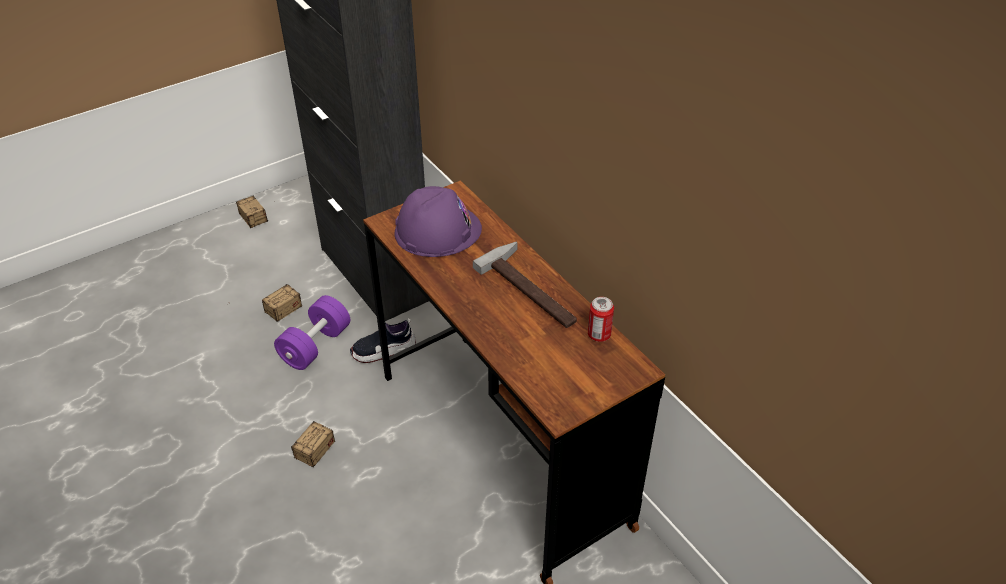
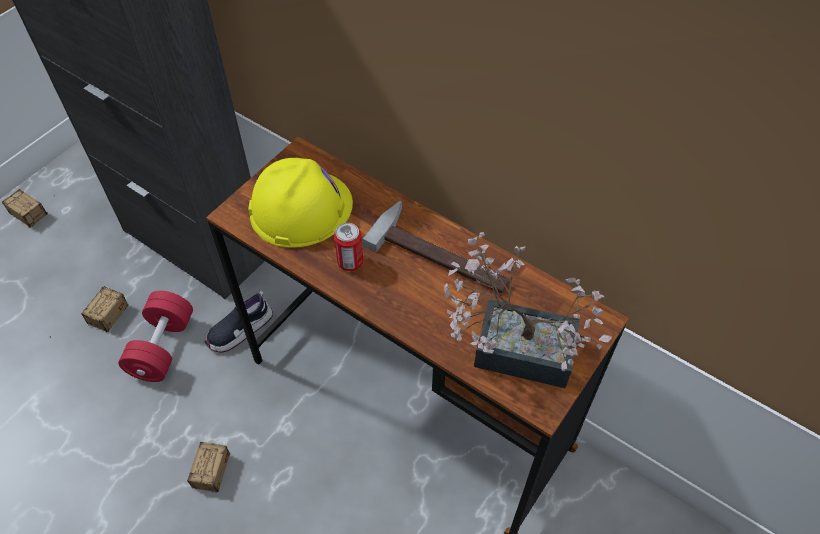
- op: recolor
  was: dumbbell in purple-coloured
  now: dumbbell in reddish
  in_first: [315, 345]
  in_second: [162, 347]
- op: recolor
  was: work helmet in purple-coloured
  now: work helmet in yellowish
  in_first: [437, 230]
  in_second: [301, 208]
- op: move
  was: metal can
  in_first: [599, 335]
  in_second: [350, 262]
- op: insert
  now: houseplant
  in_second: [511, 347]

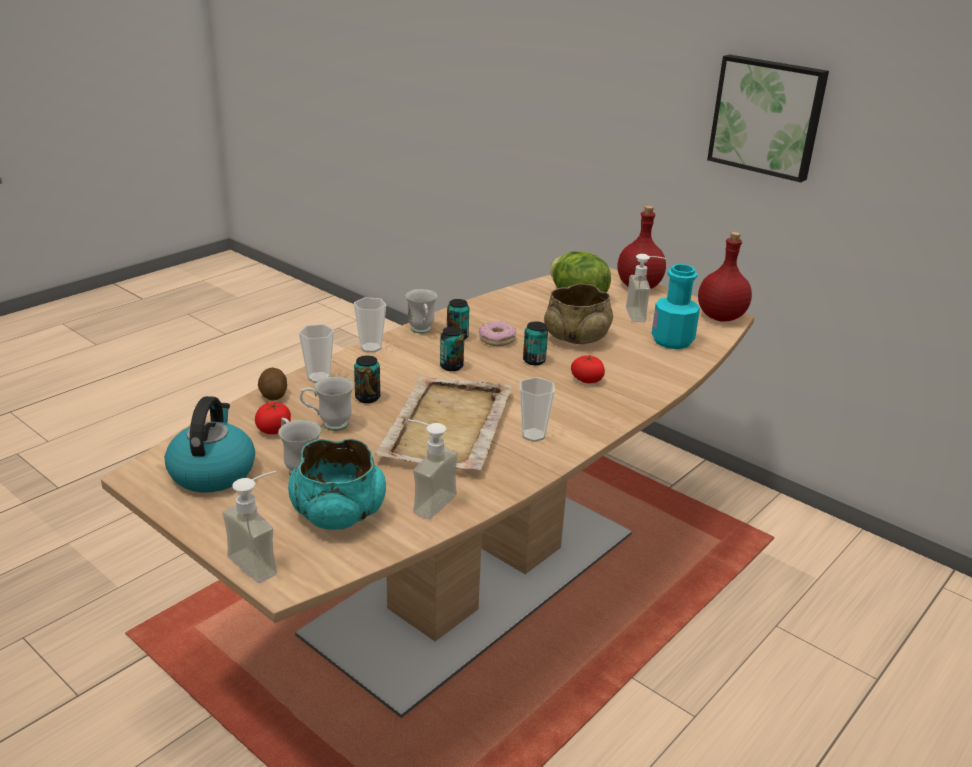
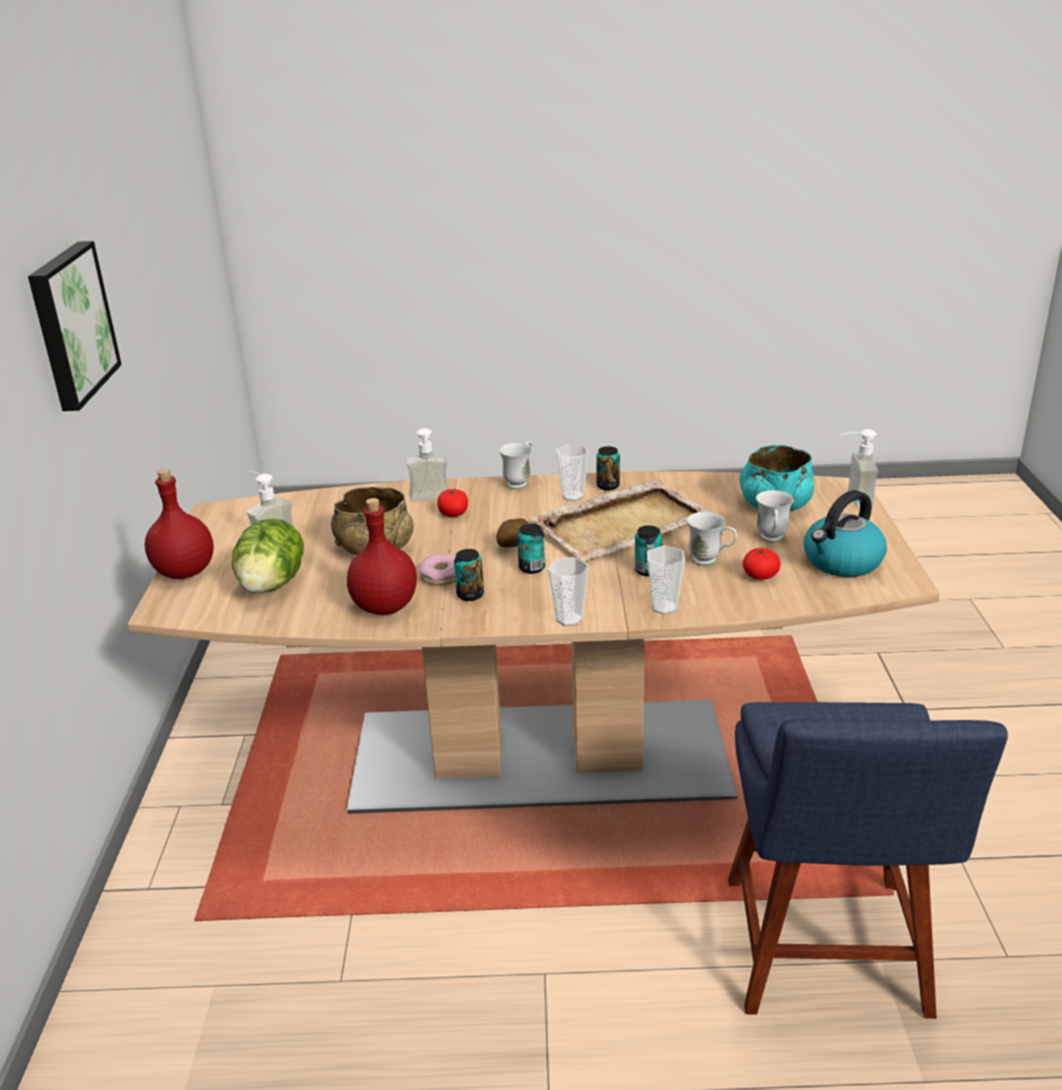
- op: move
  was: drink bottle in reddish
  in_first: [721, 317]
  in_second: [384, 606]
- op: move
  was: soap bottle
  in_first: [426, 501]
  in_second: [430, 500]
- op: move
  was: spud
  in_first: [273, 394]
  in_second: [513, 545]
- op: move
  was: tea mug in whitish
  in_first: [422, 331]
  in_second: [520, 482]
- op: move
  was: metal can
  in_first: [534, 361]
  in_second: [608, 486]
- op: insert
  now: chair in bluish
  in_second: [826, 955]
- op: delete
  was: drink bottle in blue-green
  in_first: [672, 341]

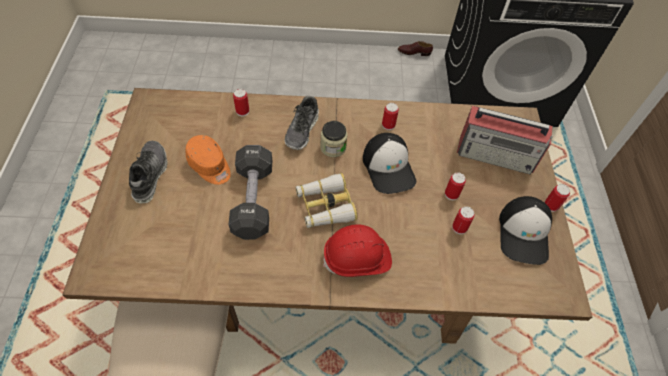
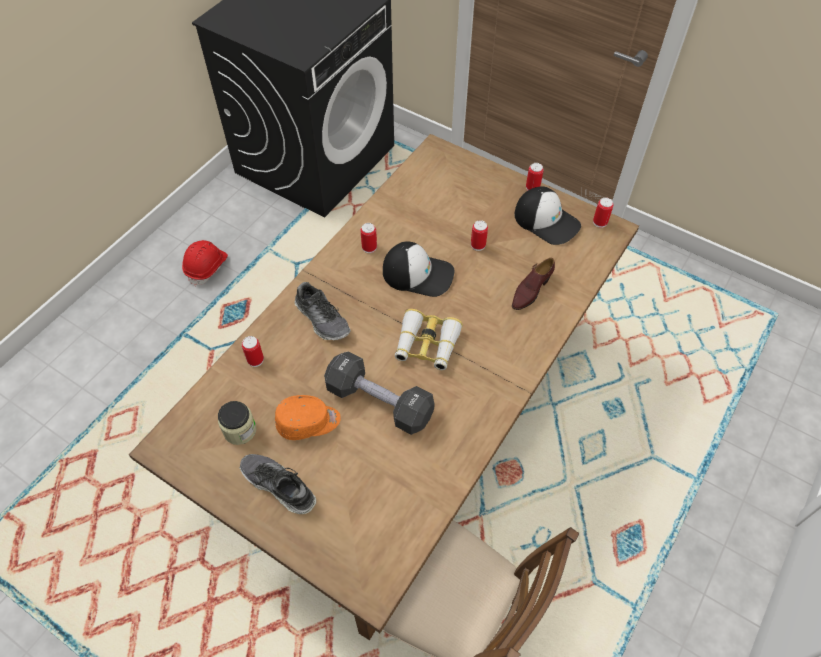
- op: move
  was: work helmet in reddish
  in_first: [357, 259]
  in_second: [207, 267]
- op: move
  was: preserve jar
  in_first: [333, 147]
  in_second: [240, 430]
- op: move
  was: item of footwear in brown-coloured
  in_first: [414, 52]
  in_second: [531, 290]
- op: move
  was: metal can
  in_first: [459, 228]
  in_second: [600, 222]
- op: delete
  was: radio
  in_first: [496, 155]

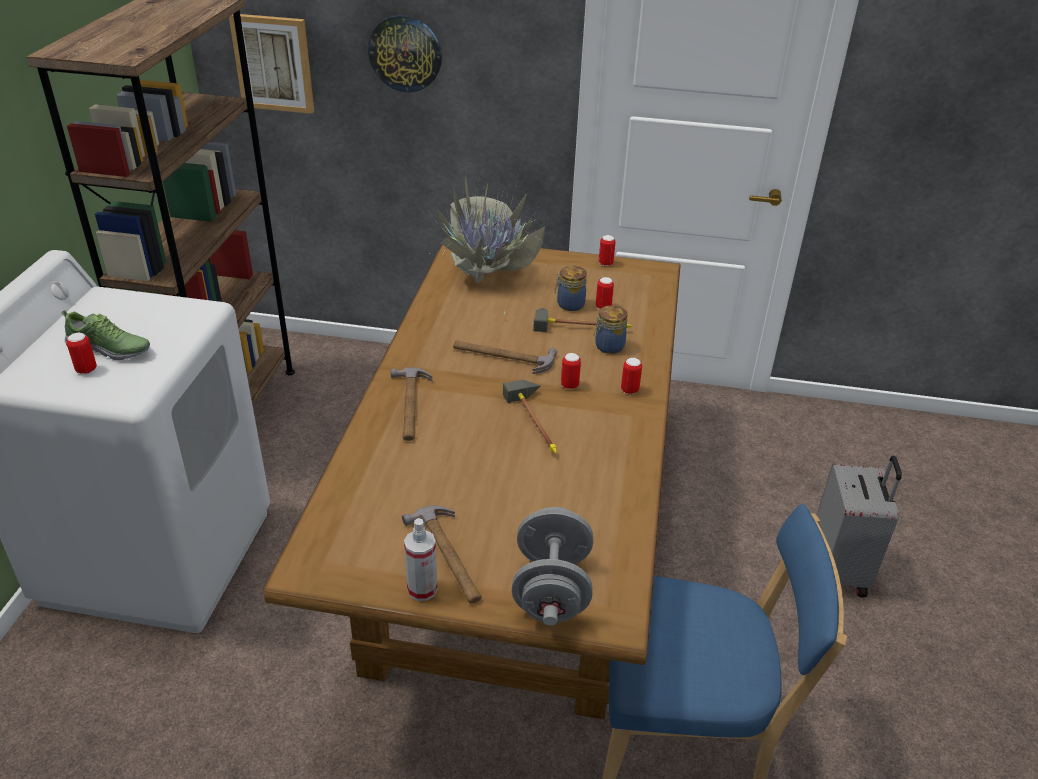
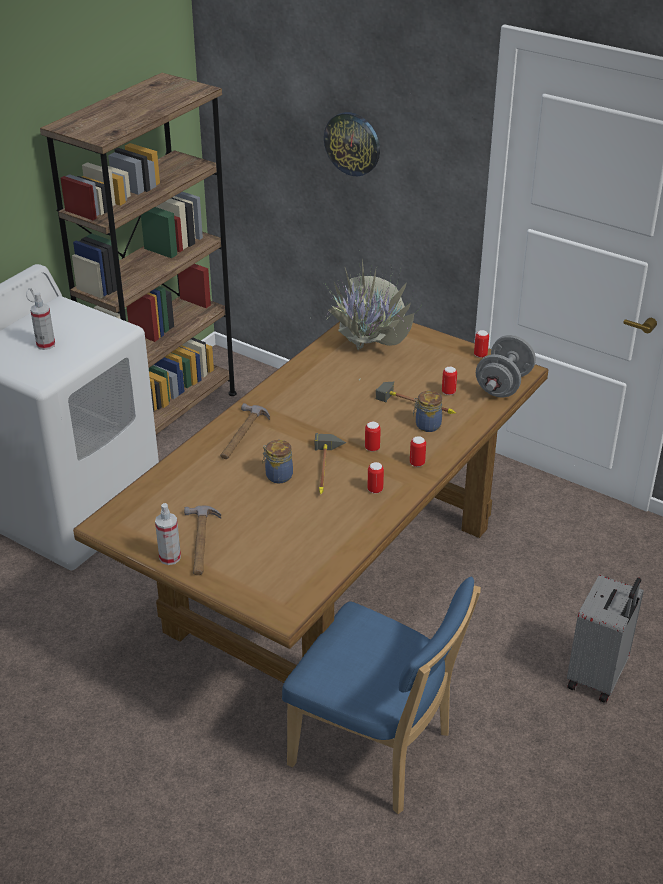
- op: replace
  was: item of footwear
  now: spray bottle
  in_first: [110, 349]
  in_second: [46, 345]
- op: move
  was: preserve jar
  in_first: [569, 304]
  in_second: [278, 475]
- op: move
  was: metal can
  in_first: [86, 369]
  in_second: [375, 489]
- op: move
  was: dumbbell in grey
  in_first: [551, 589]
  in_second: [503, 385]
- op: delete
  was: wall art
  in_first: [274, 63]
- op: delete
  was: hand hammer
  in_first: [502, 357]

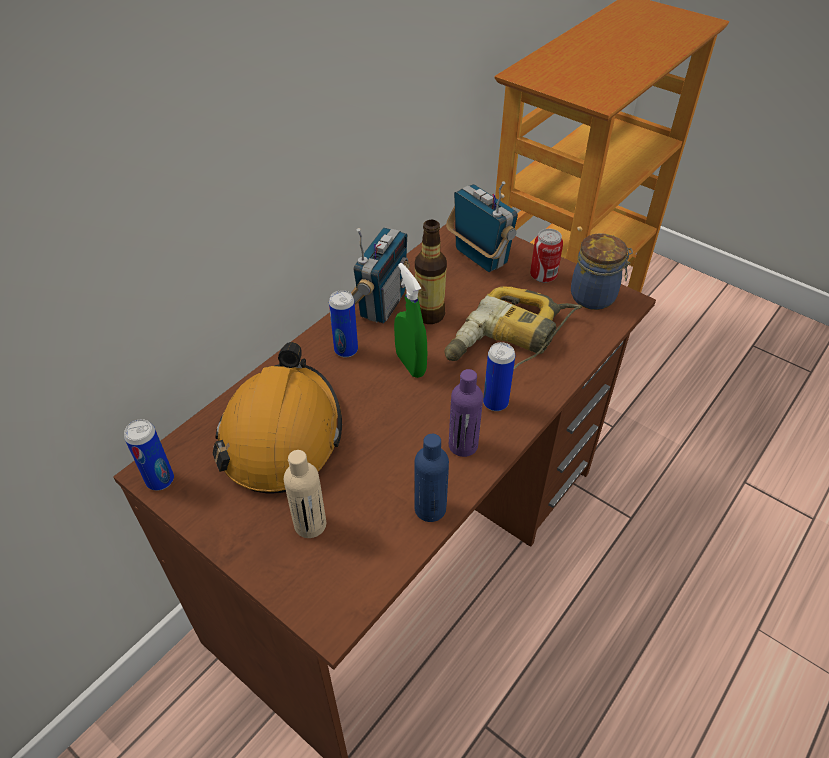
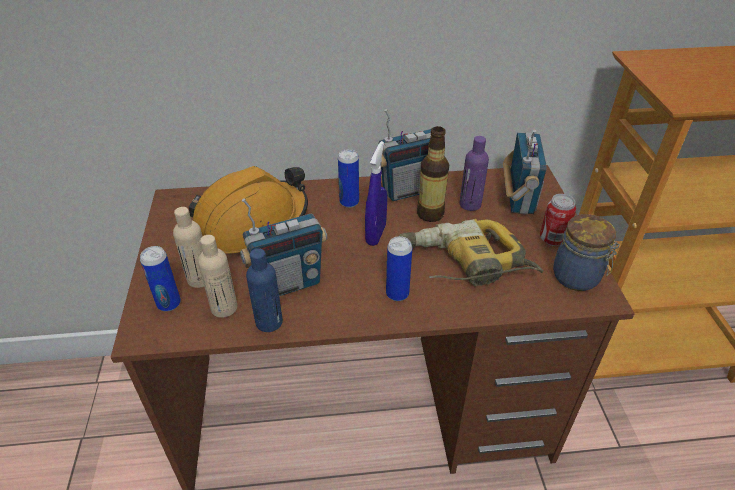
- op: move
  was: metal can
  in_first: [160, 480]
  in_second: [169, 304]
- op: insert
  now: drink bottle in sand-coloured
  in_second: [224, 308]
- op: insert
  now: radio
  in_second: [288, 283]
- op: recolor
  was: spray bottle in green-coloured
  now: spray bottle in bluish
  in_first: [410, 364]
  in_second: [376, 234]
- op: move
  was: drink bottle in purple-coloured
  in_first: [463, 445]
  in_second: [470, 204]

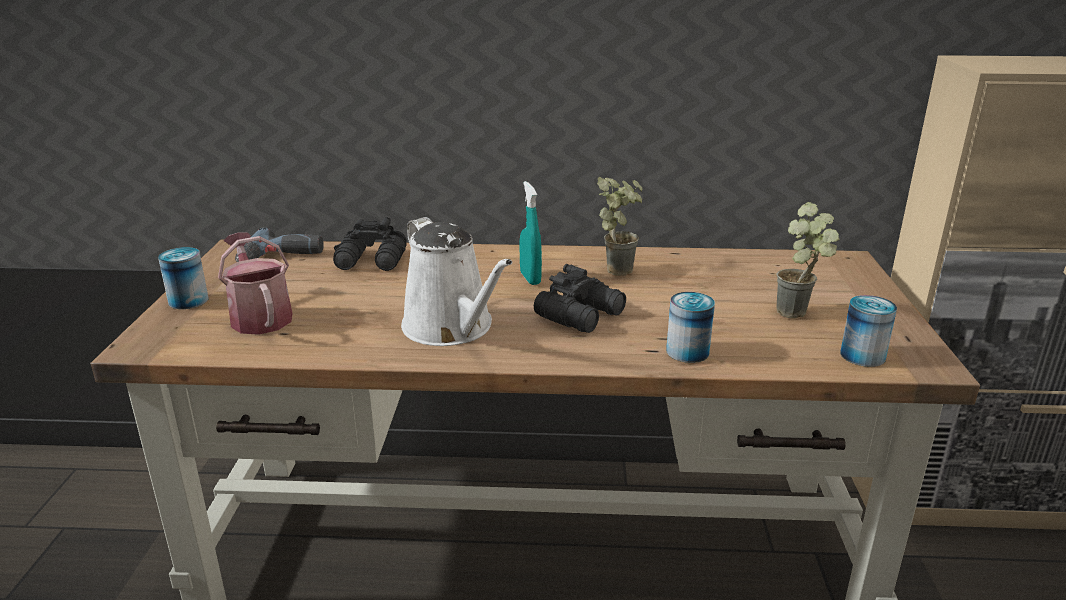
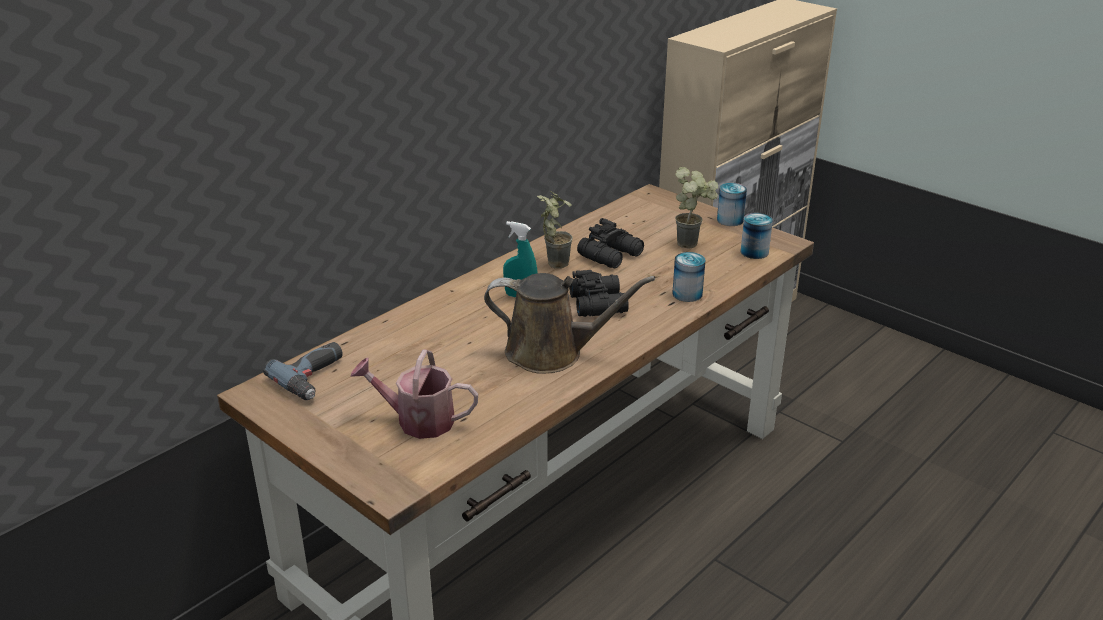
- op: recolor
  was: sprinkling can in whitish
  now: sprinkling can in brown-coloured
  in_first: [452, 328]
  in_second: [552, 353]
- op: move
  was: binoculars in black
  in_first: [373, 261]
  in_second: [612, 255]
- op: move
  was: metal can
  in_first: [188, 300]
  in_second: [730, 220]

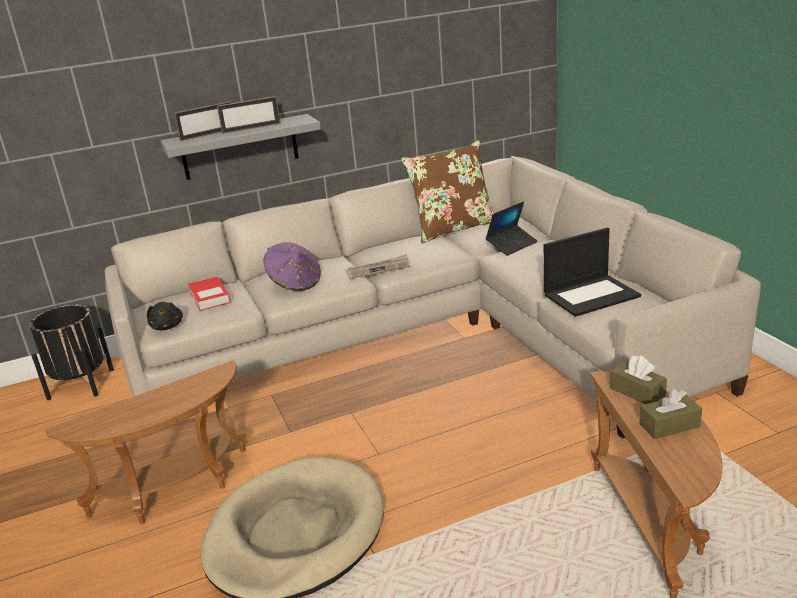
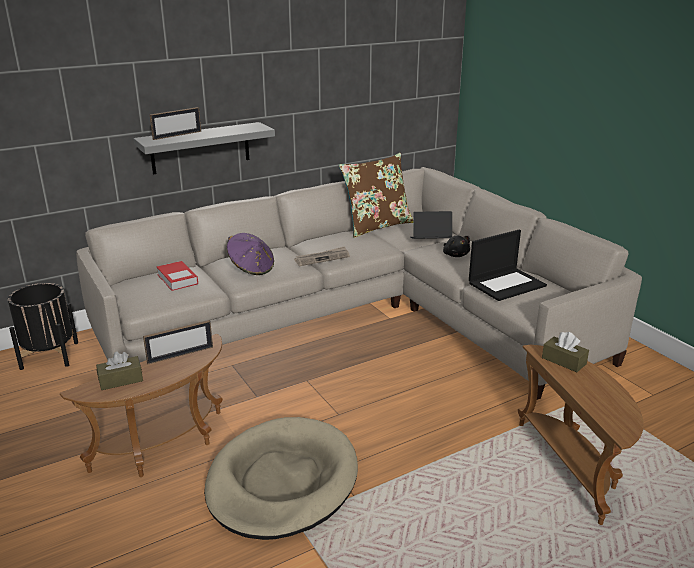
- op: move
  was: tissue holder in brown-coloured
  in_first: [669, 425]
  in_second: [121, 380]
- op: move
  was: photo frame
  in_first: [251, 128]
  in_second: [180, 355]
- op: rotate
  was: notebook computer
  in_first: [512, 245]
  in_second: [430, 241]
  clockwise: -135
- op: move
  was: soft toy in black
  in_first: [167, 326]
  in_second: [455, 255]

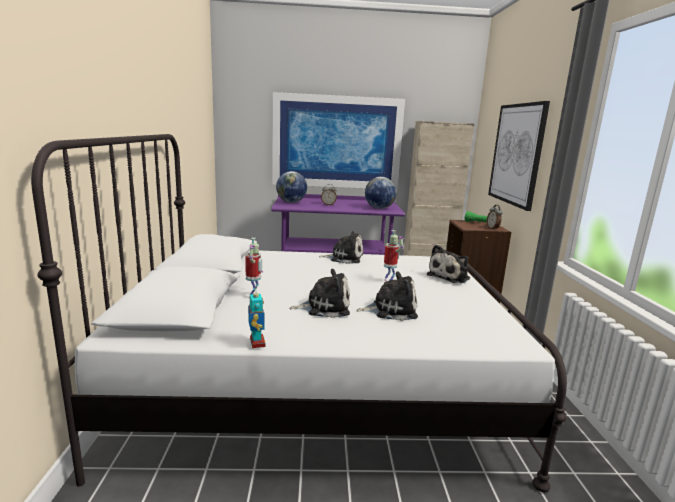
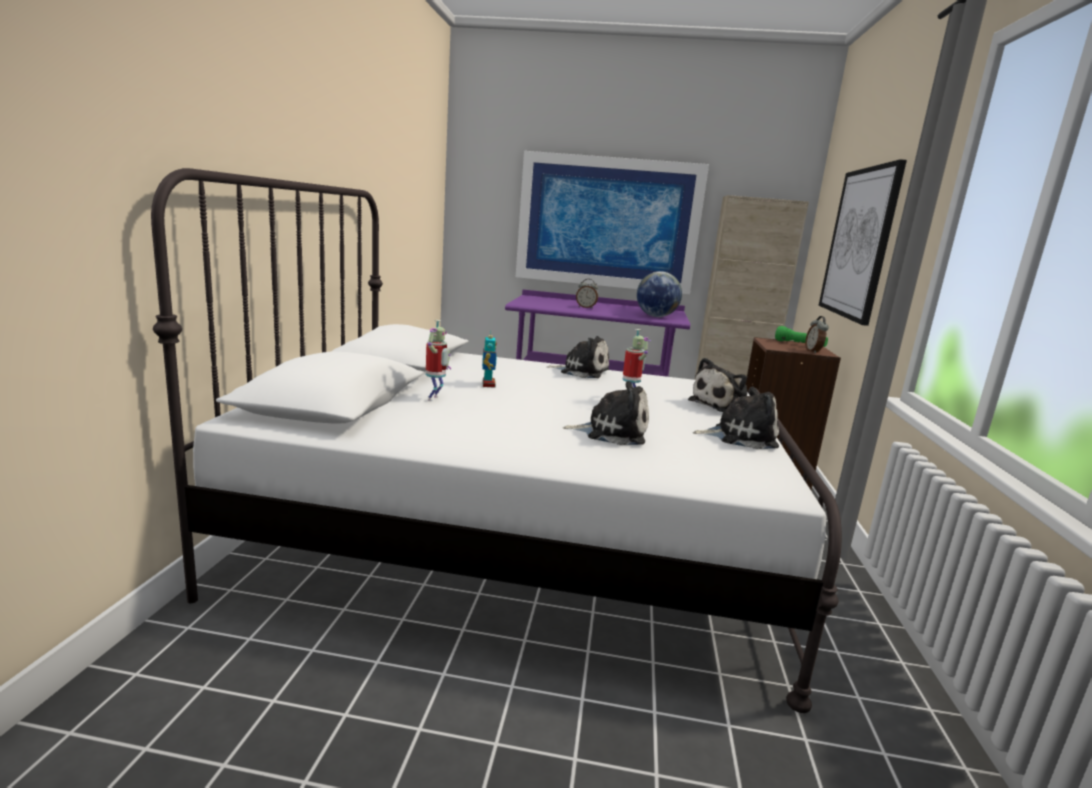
- op: move
  was: toy robot
  in_first: [257, 343]
  in_second: [488, 384]
- op: move
  was: soft toy
  in_first: [325, 307]
  in_second: [740, 436]
- op: delete
  was: desk globe
  in_first: [291, 202]

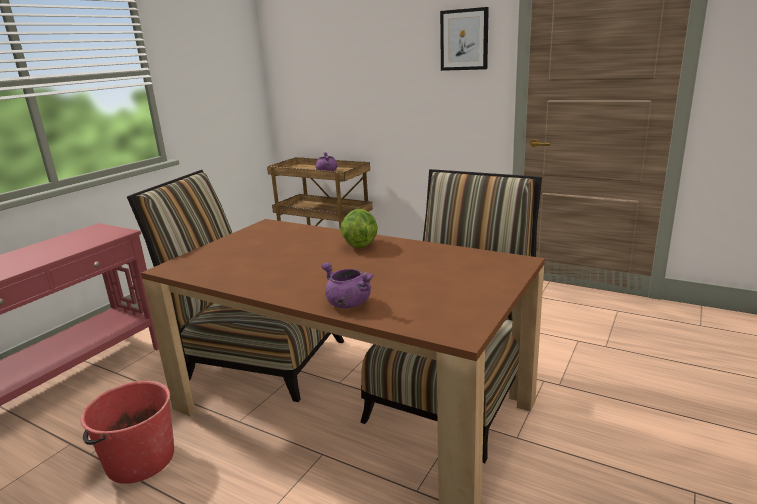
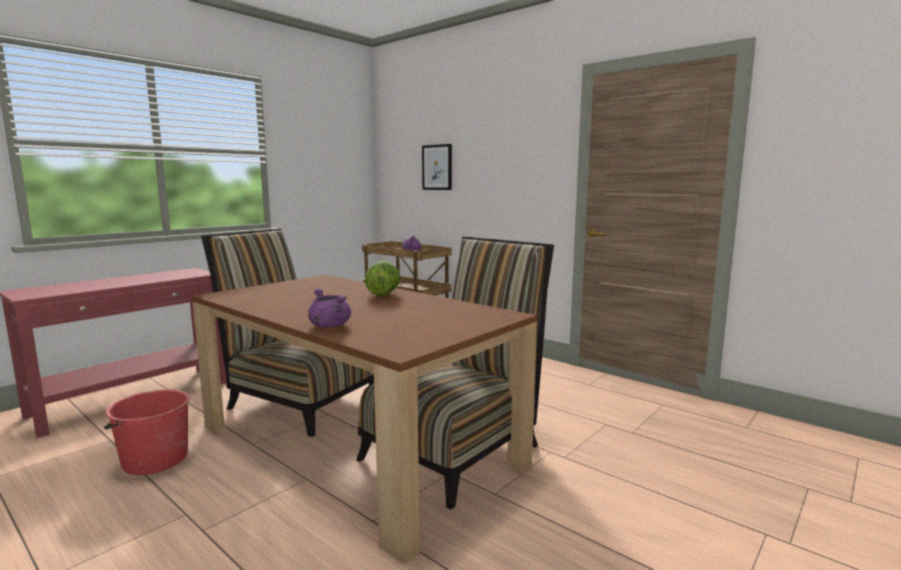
- op: move
  was: wall art
  in_first: [464, 40]
  in_second: [437, 167]

